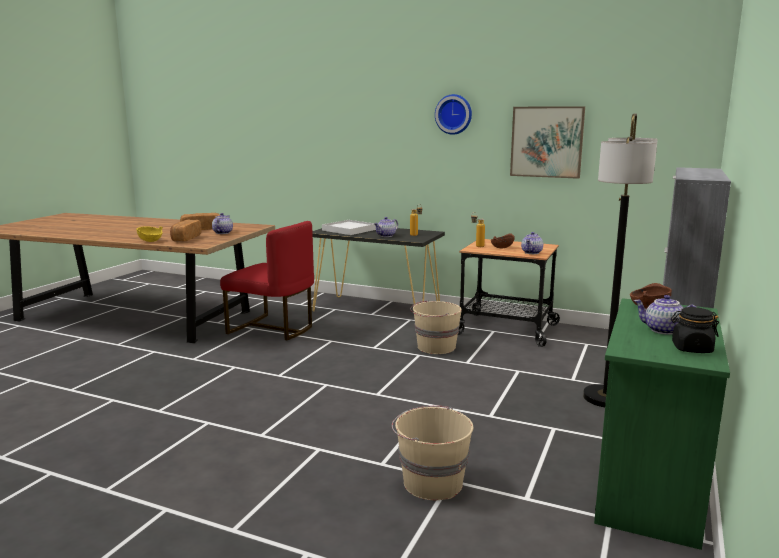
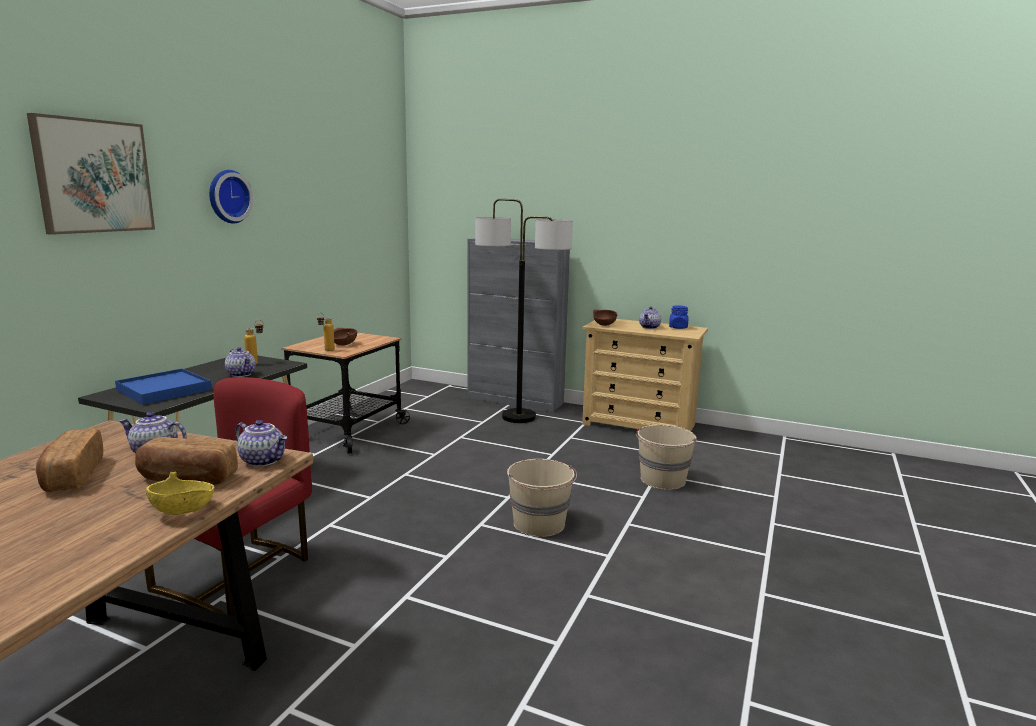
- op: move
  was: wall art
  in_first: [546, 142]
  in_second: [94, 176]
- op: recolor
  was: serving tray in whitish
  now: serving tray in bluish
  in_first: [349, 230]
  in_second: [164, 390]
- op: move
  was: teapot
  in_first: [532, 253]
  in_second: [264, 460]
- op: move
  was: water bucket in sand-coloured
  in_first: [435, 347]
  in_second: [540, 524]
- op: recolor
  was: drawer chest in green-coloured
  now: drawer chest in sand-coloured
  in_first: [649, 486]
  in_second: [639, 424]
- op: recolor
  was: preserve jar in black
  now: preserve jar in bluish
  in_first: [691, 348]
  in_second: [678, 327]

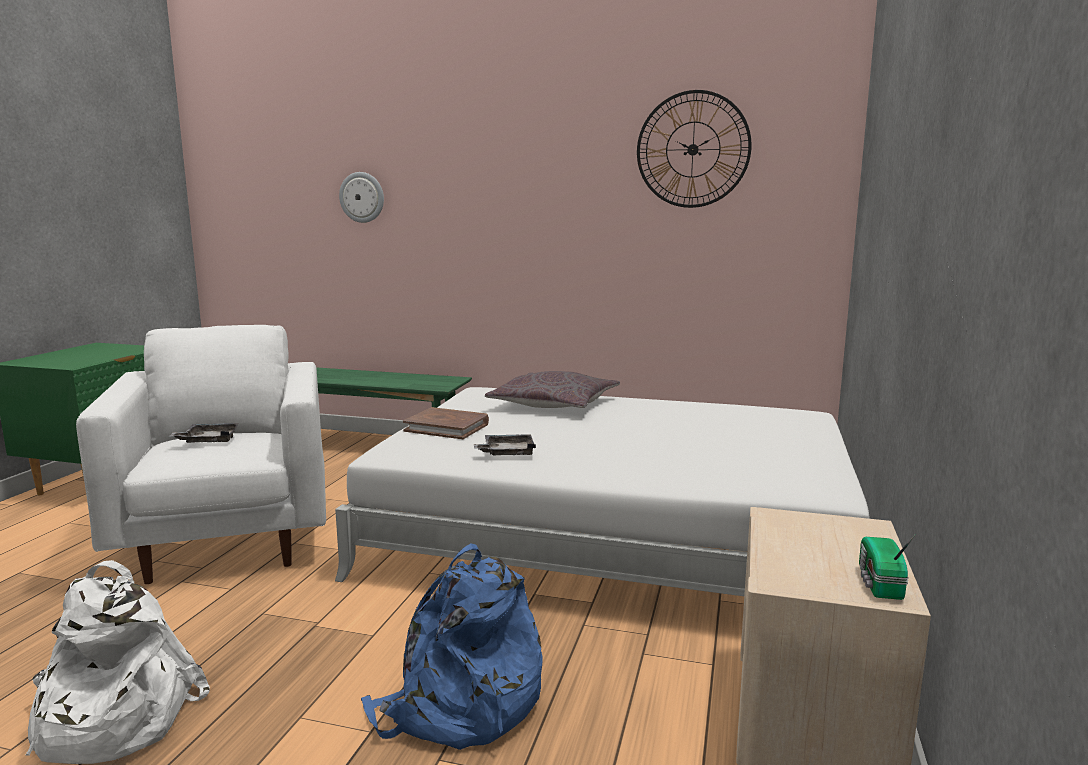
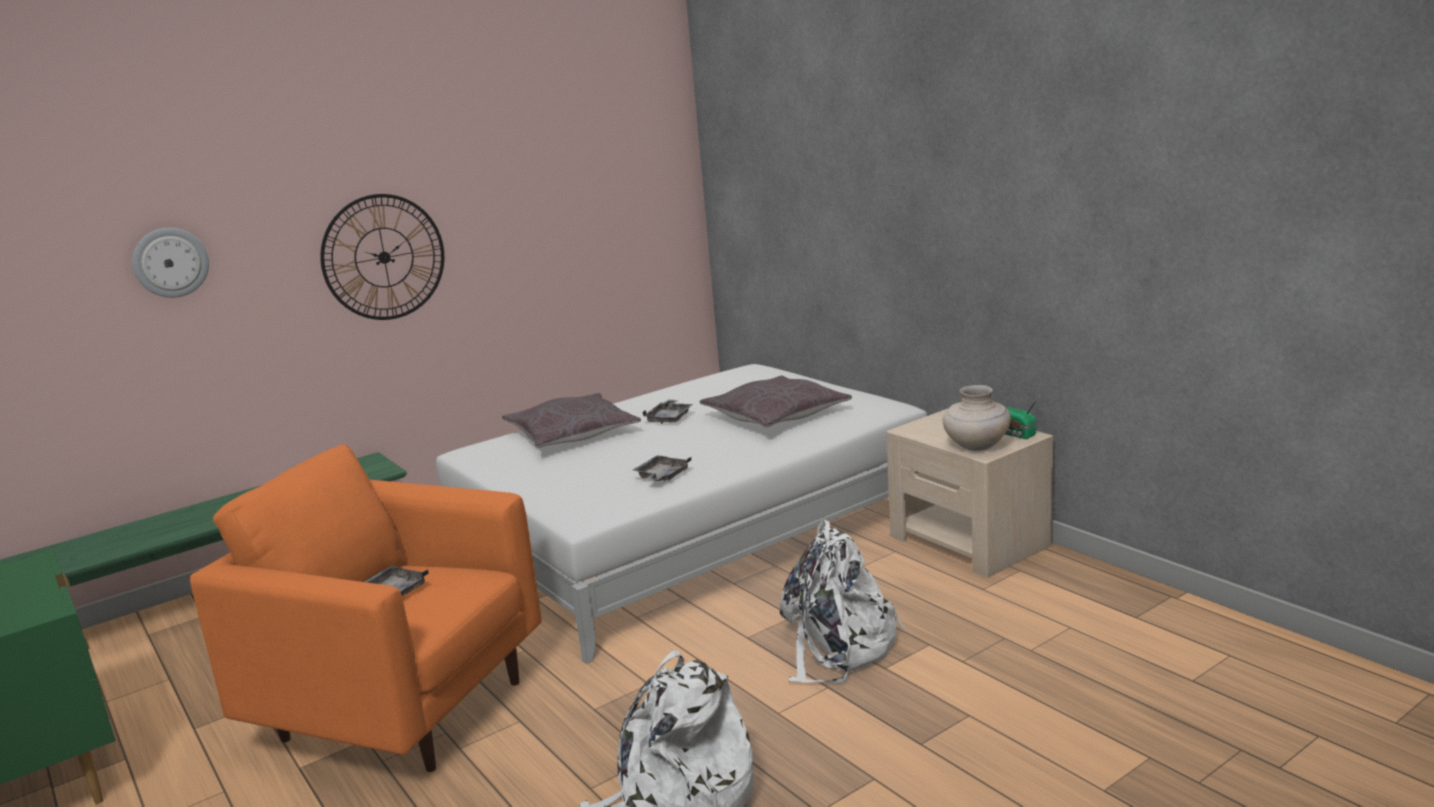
- op: recolor
  was: easy chair in whitish
  now: easy chair in orangey
  in_first: [229, 540]
  in_second: [402, 709]
- op: move
  was: clock on the wall
  in_first: [693, 149]
  in_second: [384, 257]
- op: insert
  now: serving tray in grey
  in_second: [669, 418]
- op: insert
  now: cushion in grey
  in_second: [775, 415]
- op: recolor
  was: knapsack in bluish
  now: knapsack in whitish
  in_first: [459, 705]
  in_second: [837, 647]
- op: insert
  now: decorative vase in sand-coloured
  in_second: [976, 446]
- op: delete
  was: bound book in brown-coloured
  in_first: [447, 427]

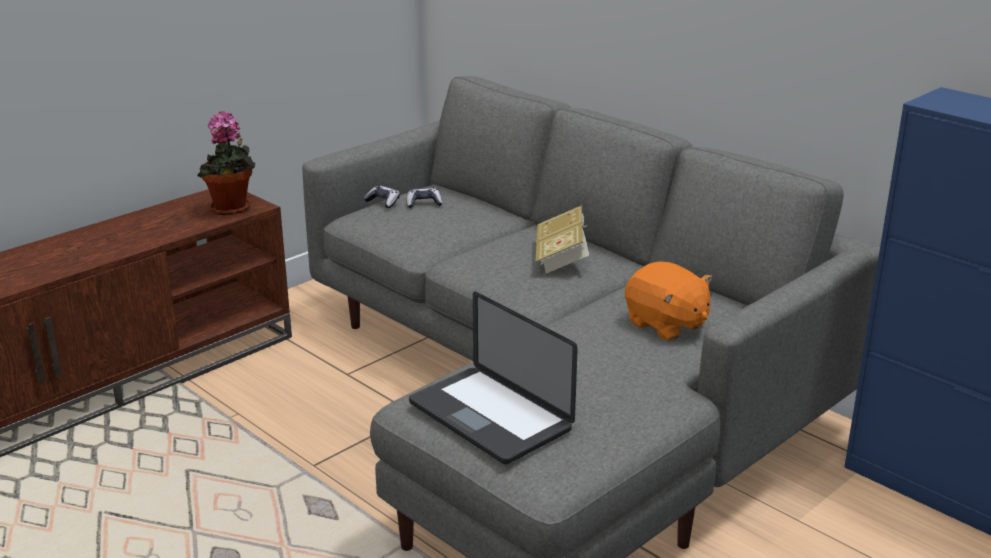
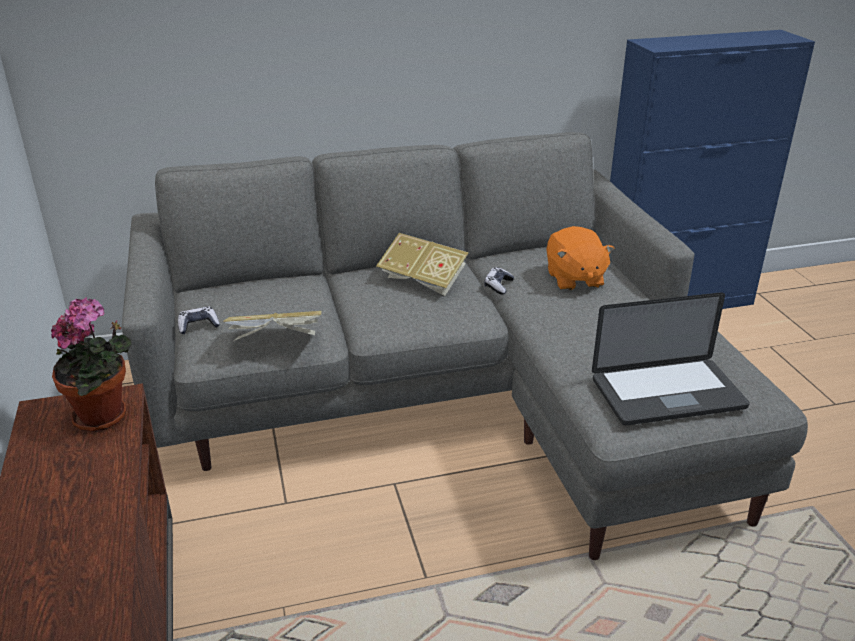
- op: insert
  now: bound book
  in_second: [276, 342]
- op: move
  was: gamepad
  in_first: [424, 203]
  in_second: [498, 286]
- op: rotate
  was: soft toy in orangey
  in_first: [666, 325]
  in_second: [574, 279]
  clockwise: 90

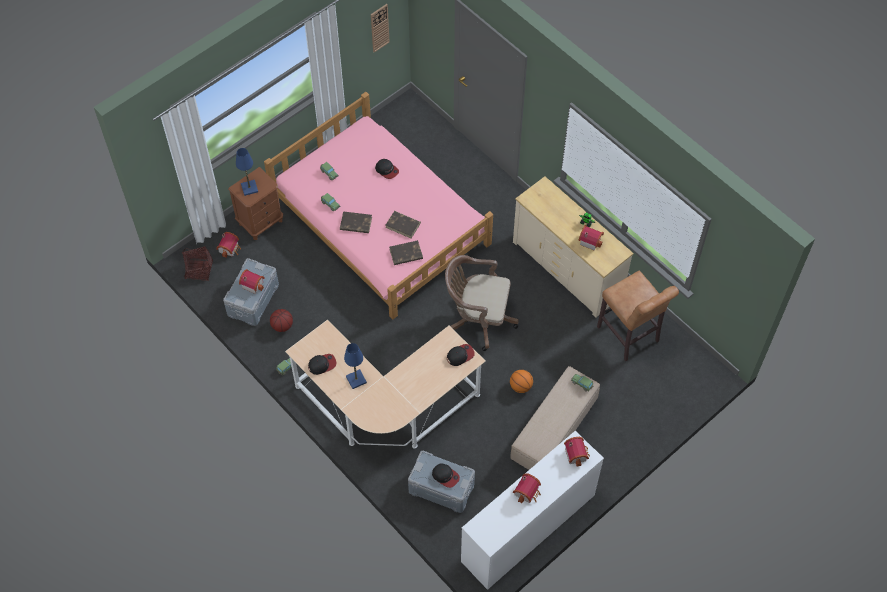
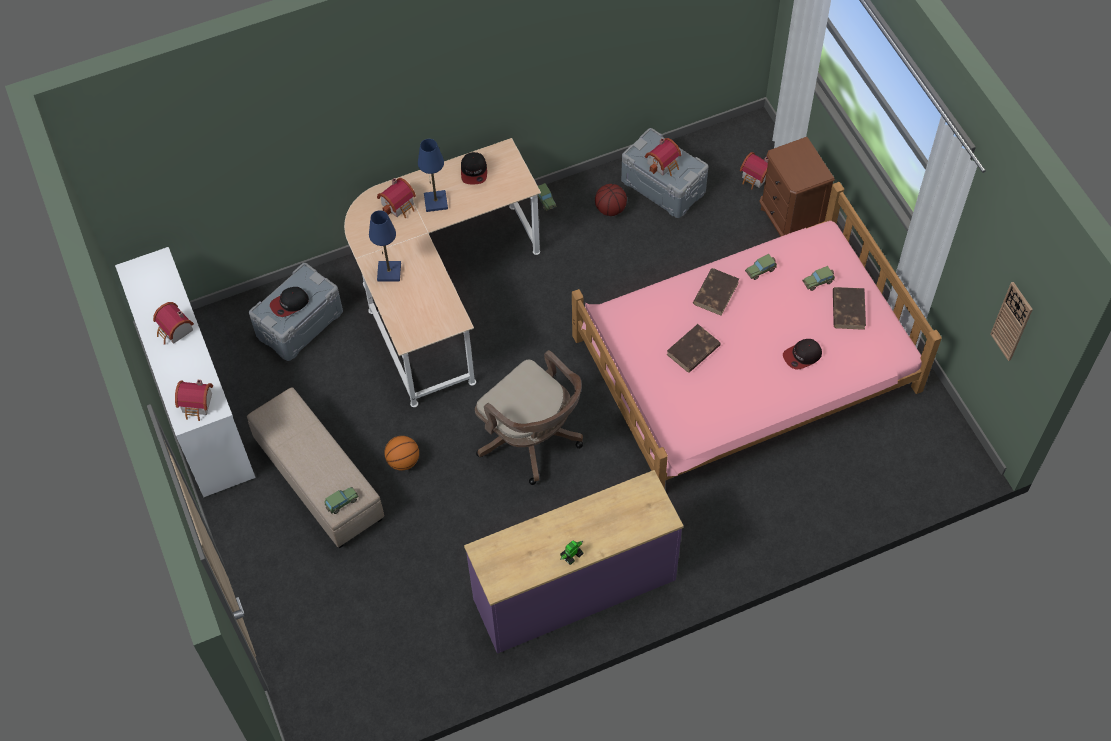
- op: move
  was: table lamp in bluish
  in_first: [249, 188]
  in_second: [389, 272]
- op: move
  was: model house
  in_first: [590, 240]
  in_second: [399, 205]
- op: recolor
  was: drawer chest in sand-coloured
  now: drawer chest in purple-coloured
  in_first: [567, 268]
  in_second: [575, 590]
- op: rotate
  was: office chair in brown-coloured
  in_first: [478, 319]
  in_second: [532, 440]
  clockwise: 105
- op: move
  was: bound book in brown-coloured
  in_first: [405, 254]
  in_second: [848, 309]
- op: delete
  was: basket
  in_first: [199, 270]
- op: delete
  was: baseball cap
  in_first: [460, 355]
- op: delete
  was: sitting stool in brown-coloured
  in_first: [630, 337]

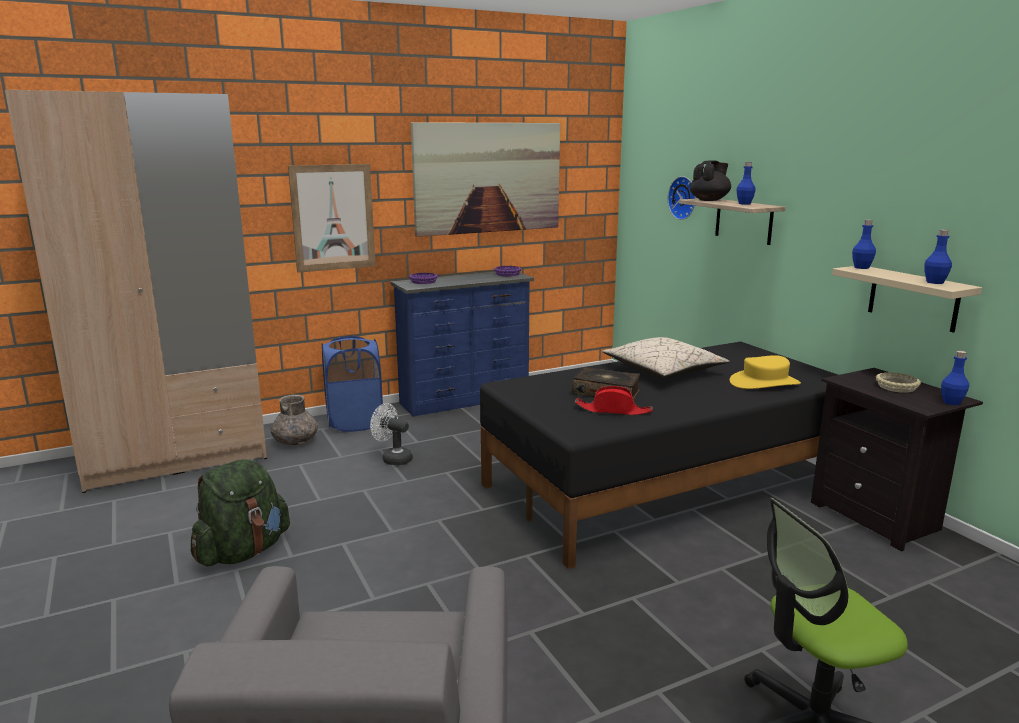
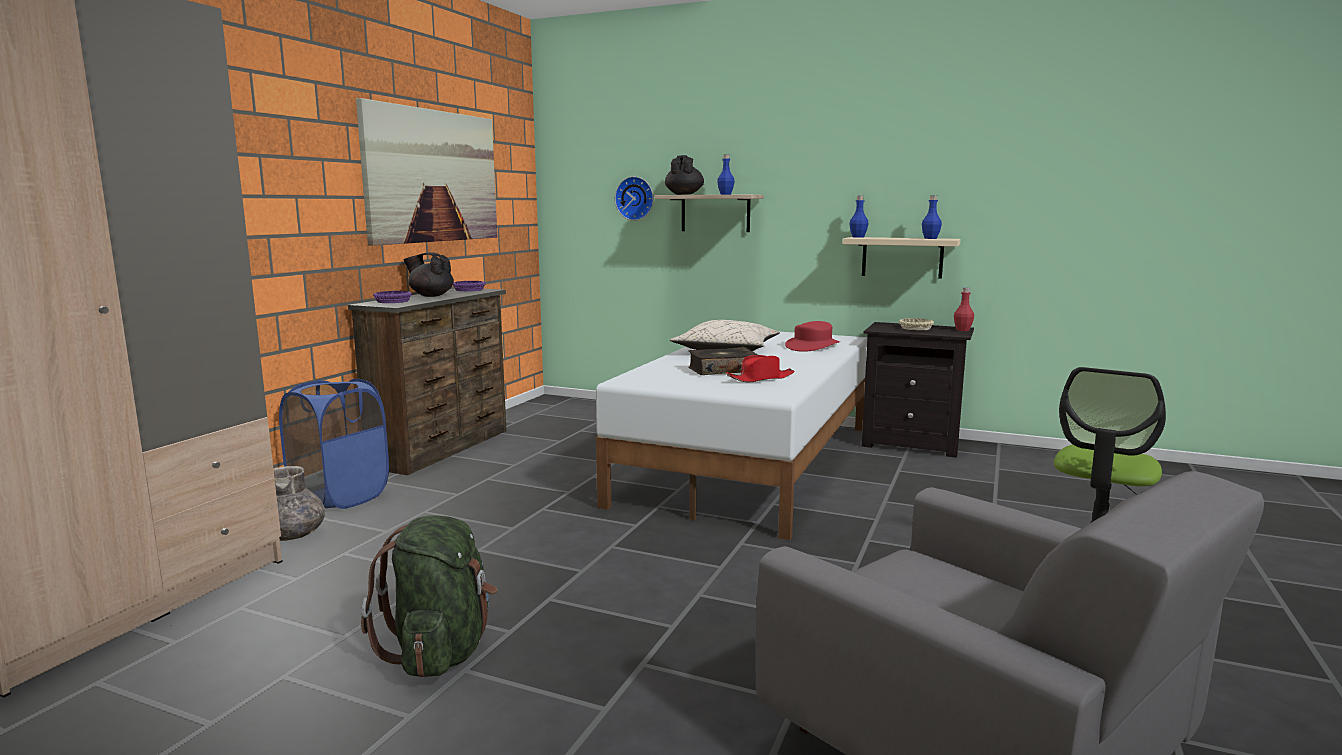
- op: recolor
  was: drawer chest in bluish
  now: drawer chest in brown-coloured
  in_first: [466, 400]
  in_second: [443, 448]
- op: insert
  now: teapot in black
  in_second: [431, 295]
- op: recolor
  was: bed in black
  now: bed in whitish
  in_first: [668, 485]
  in_second: [752, 462]
- op: recolor
  was: wearable hat in yellowish
  now: wearable hat in reddish
  in_first: [764, 383]
  in_second: [812, 346]
- op: recolor
  was: drink bottle in bluish
  now: drink bottle in reddish
  in_first: [951, 402]
  in_second: [962, 330]
- op: delete
  was: wall art
  in_first: [333, 217]
- op: delete
  was: cooling fan in whitish
  in_first: [393, 458]

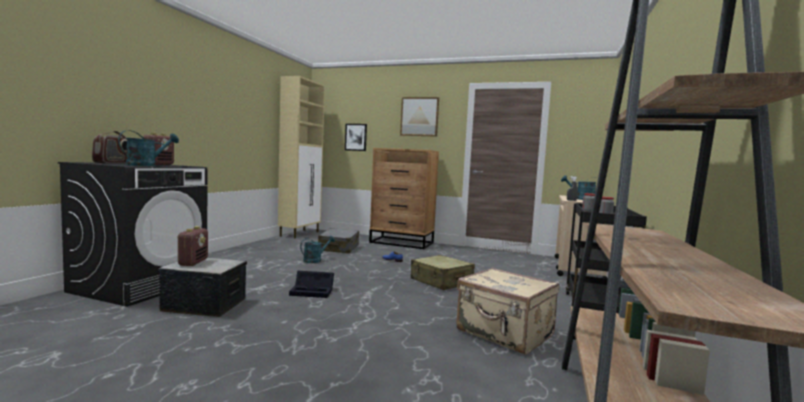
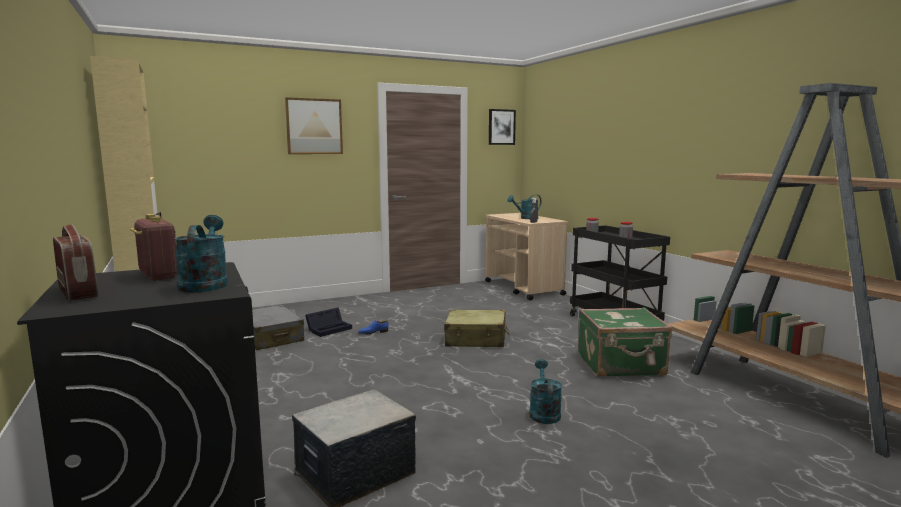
- op: move
  was: storage box in black
  in_first: [313, 291]
  in_second: [330, 329]
- op: move
  was: wall art
  in_first: [356, 137]
  in_second: [501, 127]
- op: move
  was: sprinkling can in blue-green
  in_first: [315, 260]
  in_second: [543, 412]
- op: recolor
  was: travel case in sand-coloured
  now: travel case in green-coloured
  in_first: [504, 333]
  in_second: [621, 366]
- op: delete
  was: radio
  in_first: [193, 262]
- op: delete
  was: drawer chest in brown-coloured
  in_first: [402, 243]

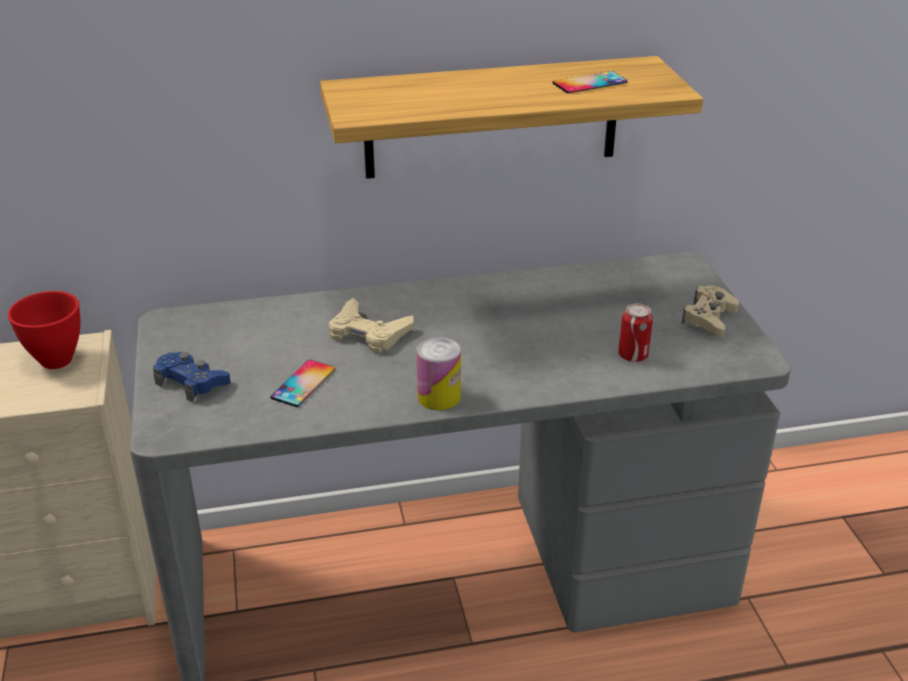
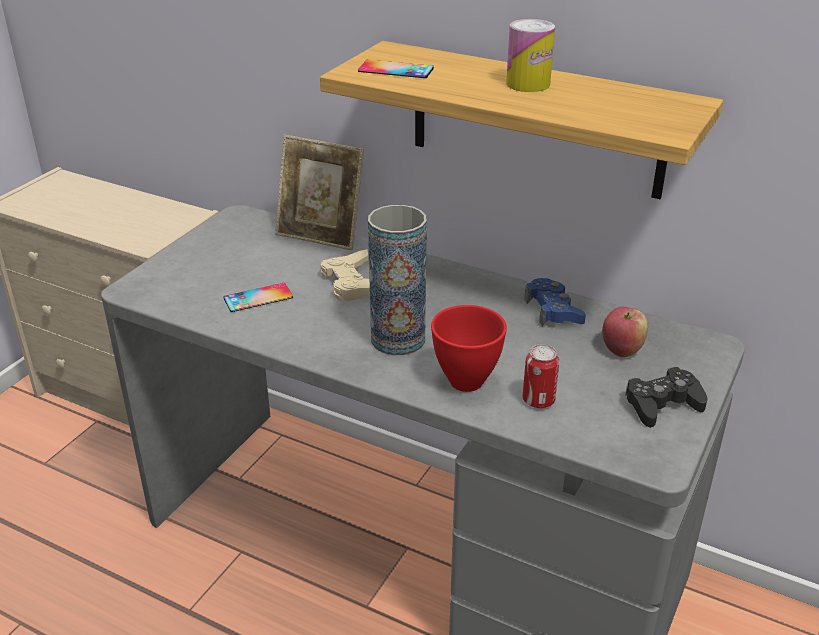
- op: insert
  now: photo frame
  in_second: [321, 235]
- op: move
  was: handset
  in_first: [589, 83]
  in_second: [396, 70]
- op: insert
  now: decorative vase
  in_second: [398, 339]
- op: move
  was: deep dish in reddish
  in_first: [55, 361]
  in_second: [464, 382]
- op: move
  was: metal can
  in_first: [439, 397]
  in_second: [528, 84]
- op: move
  was: gamepad in bluish
  in_first: [192, 382]
  in_second: [553, 310]
- op: insert
  now: whole apple
  in_second: [621, 350]
- op: recolor
  was: gamepad in sand-coloured
  now: gamepad in black
  in_first: [709, 319]
  in_second: [662, 404]

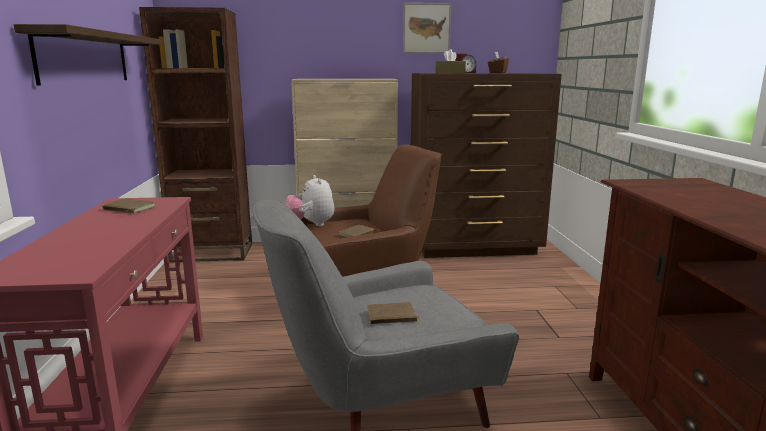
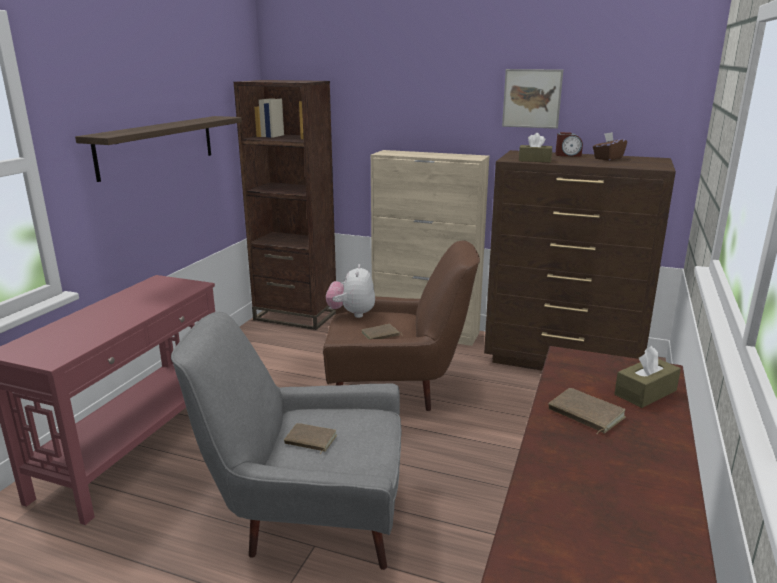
- op: move
  was: bound book in brown-coloured
  in_first: [128, 209]
  in_second: [584, 414]
- op: insert
  now: tissue holder in brown-coloured
  in_second: [645, 392]

